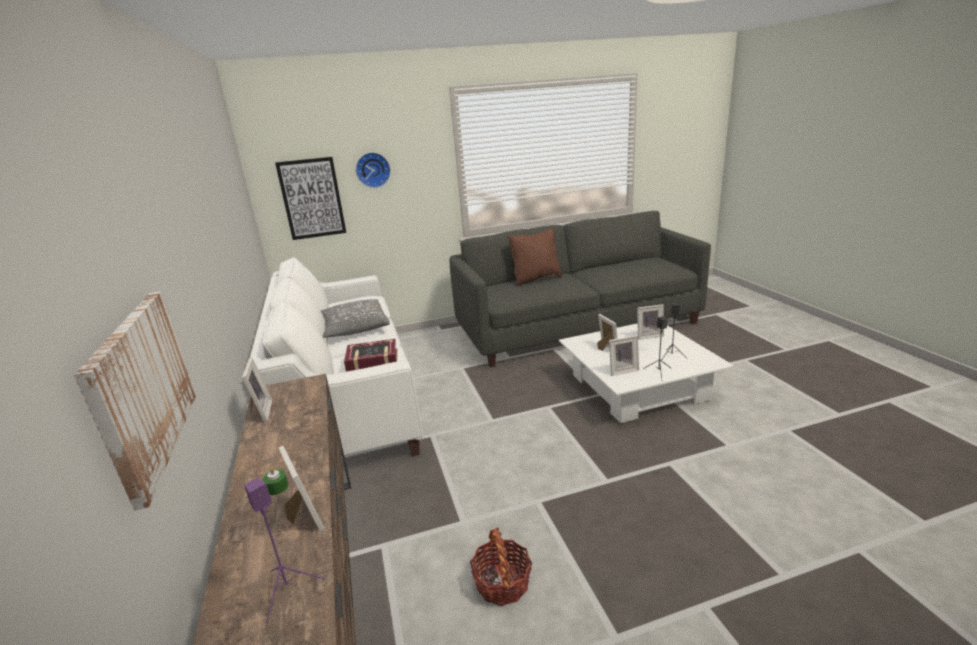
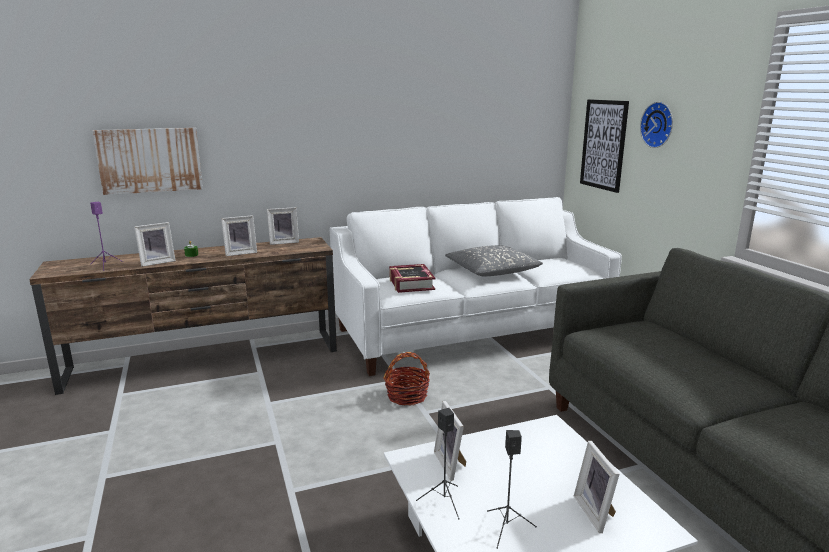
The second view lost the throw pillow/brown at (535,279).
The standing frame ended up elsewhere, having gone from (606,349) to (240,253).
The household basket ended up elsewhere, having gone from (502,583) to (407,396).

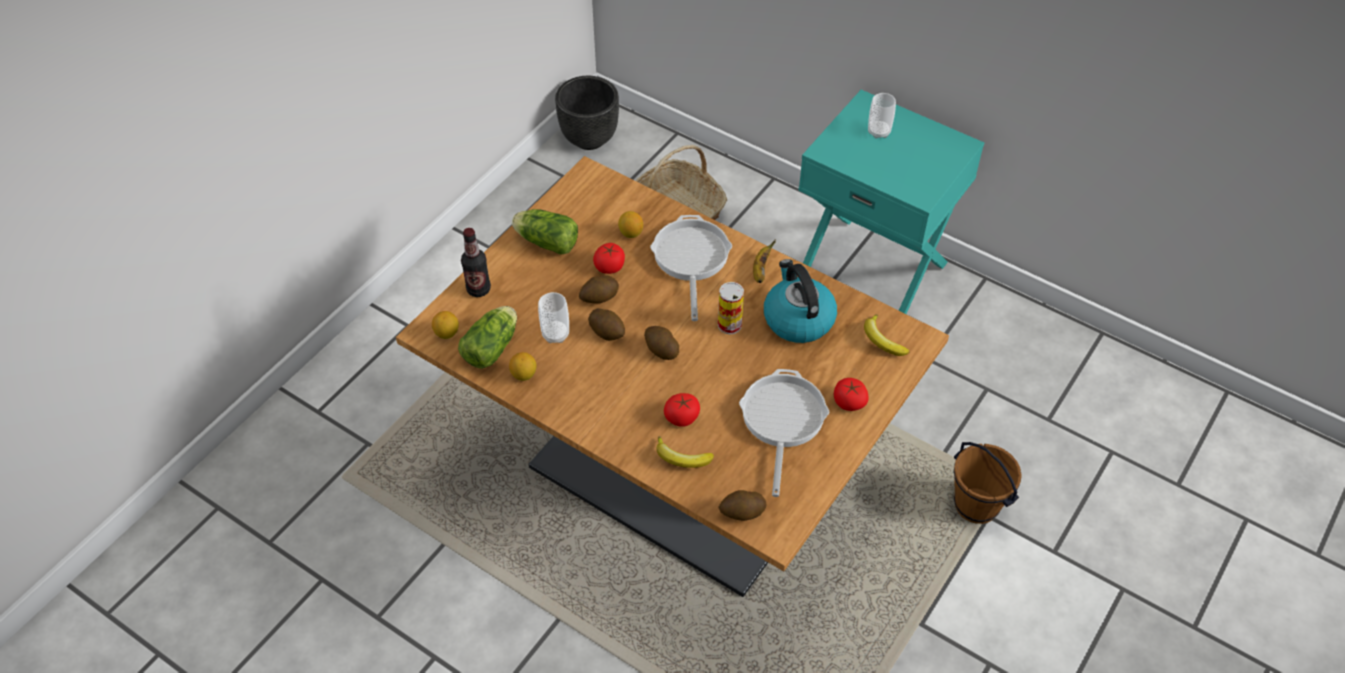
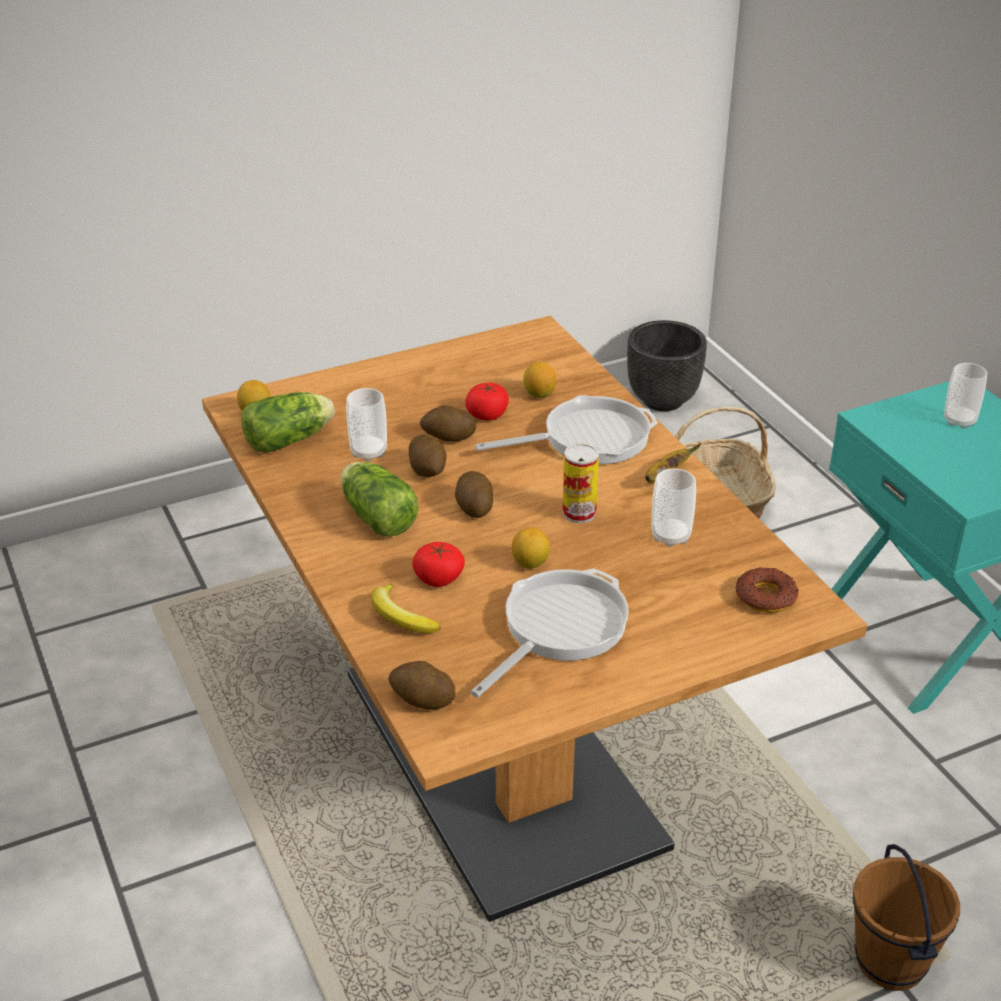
The lettuce head ended up elsewhere, having gone from (545,241) to (376,515).
The skillet at (690,259) ended up facing another way, 45 degrees clockwise from before.
The second view lost the bottle at (478,289).
Where the kettle stood at (797,319), the drinking cup came to stand at (670,536).
Where the banana stood at (882,340), the doughnut came to stand at (766,596).
The lemon ended up elsewhere, having gone from (524,375) to (530,563).
The second view lost the fresh tomato at (849,402).

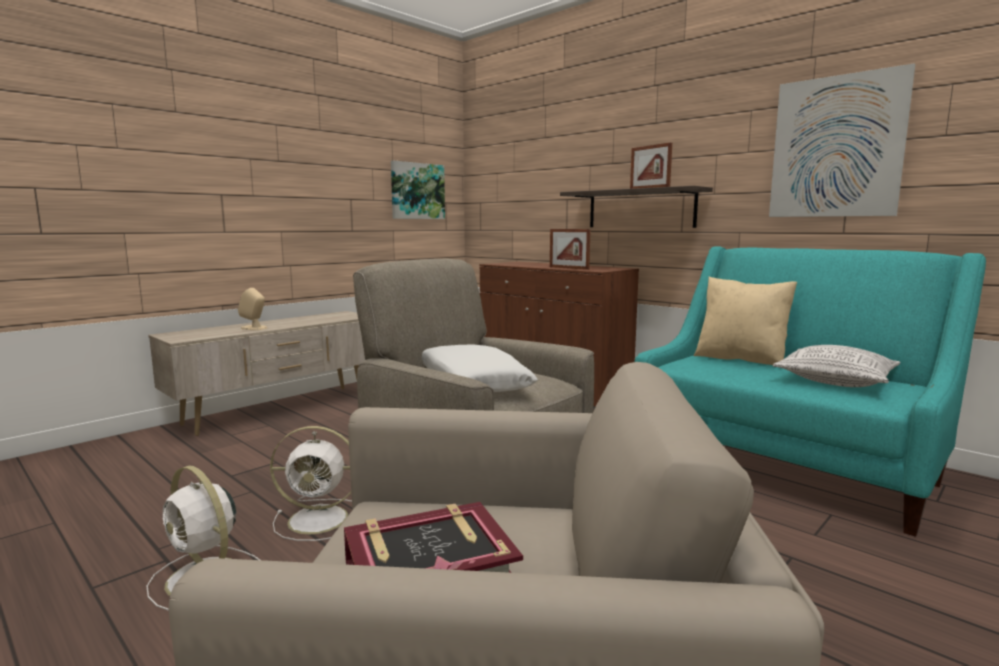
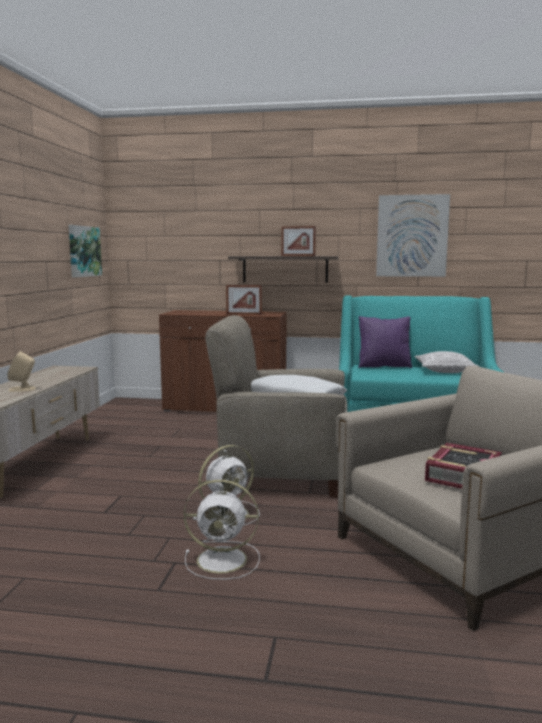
What was the throw pillow/beige-coloured at (741,359) turned into the throw pillow/purple-coloured at (383,366).

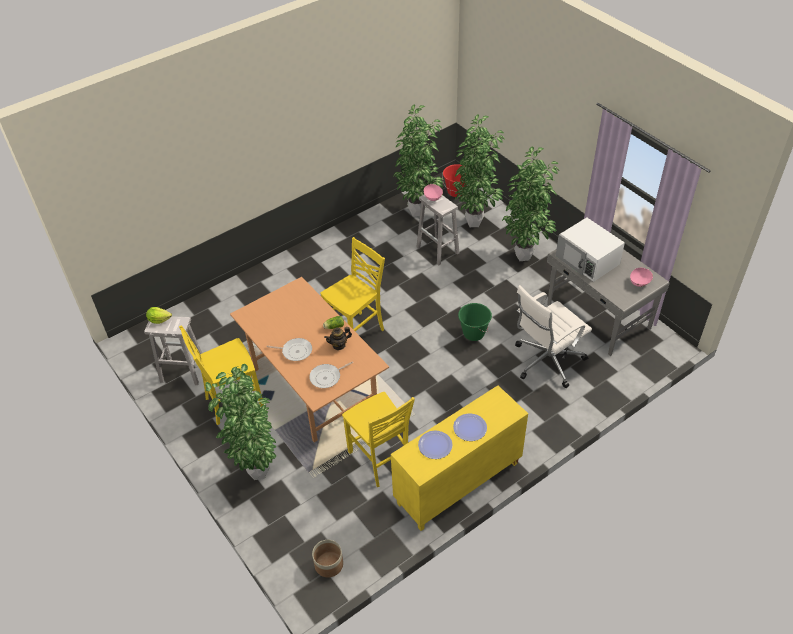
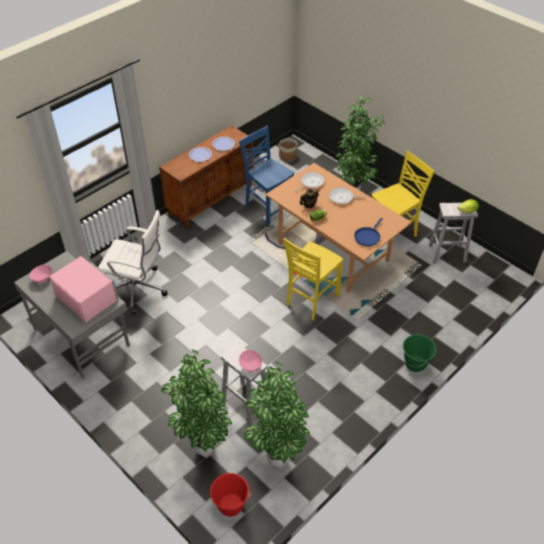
The second view lost the plant in a pot at (525,256).
What was the kitchen microwave/whitish at (588,260) turned into the kitchen microwave/pink at (86,297).
The desk chair/whitish at (546,361) ended up facing another way, 60 degrees clockwise from before.
The pail/green-coloured ended up elsewhere, having gone from (473,333) to (415,364).
What was the cabinet/yellow at (458,484) turned into the cabinet/brown at (211,200).
What was the chair/yellow at (380,460) turned into the chair/blue at (267,208).
The second view gained the skillet/blue at (368,236).

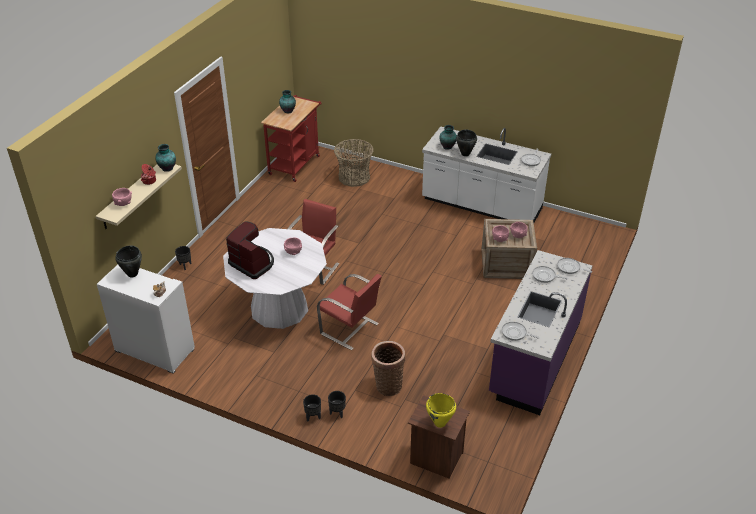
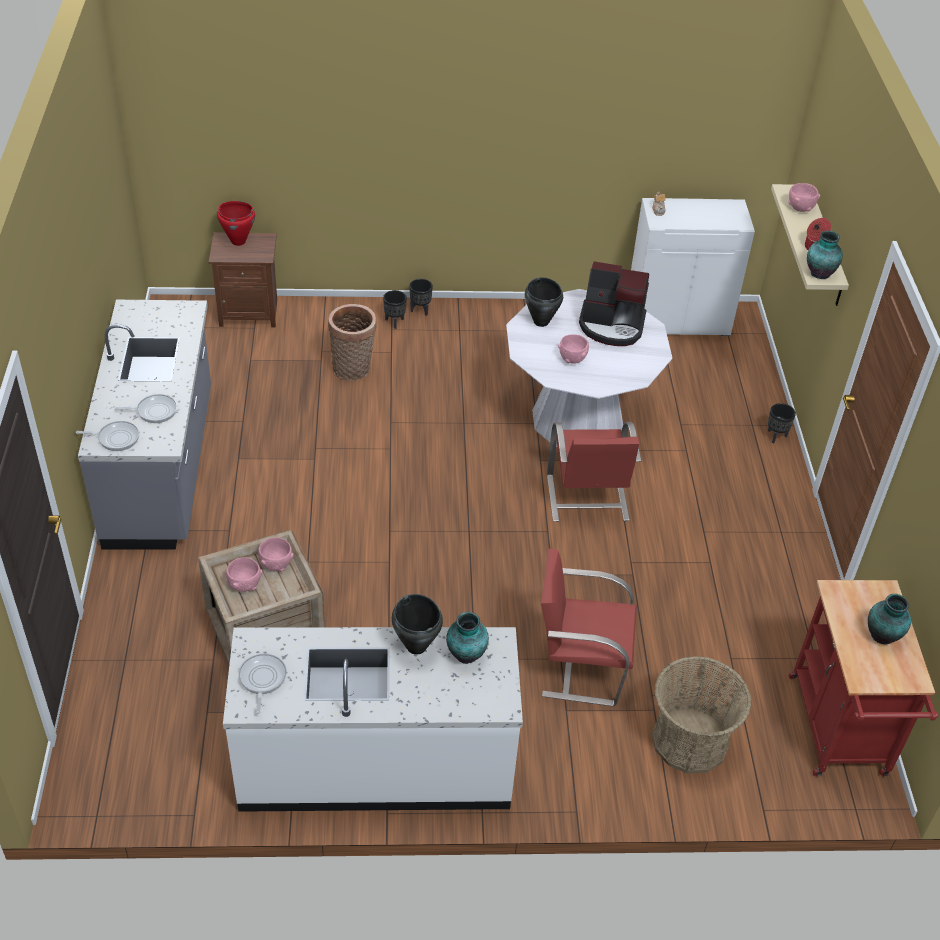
The cooking pot/black-coloured ended up elsewhere, having gone from (132,274) to (541,321).
What was the kitchen base unit/purple-coloured at (534,358) turned into the kitchen base unit/grey at (162,467).
The chair/red ended up elsewhere, having gone from (350,329) to (580,666).
The second view lost the skillet at (515,333).
What was the cooking pot/yellow at (440,423) turned into the cooking pot/red at (238,241).

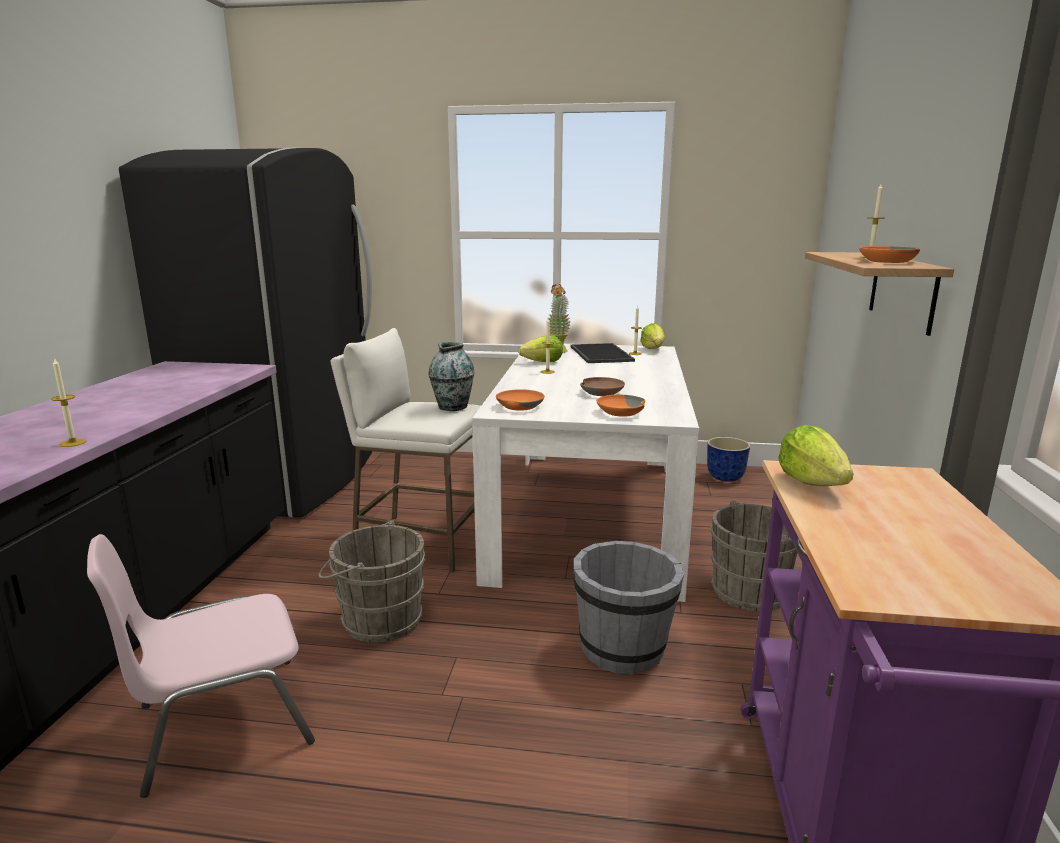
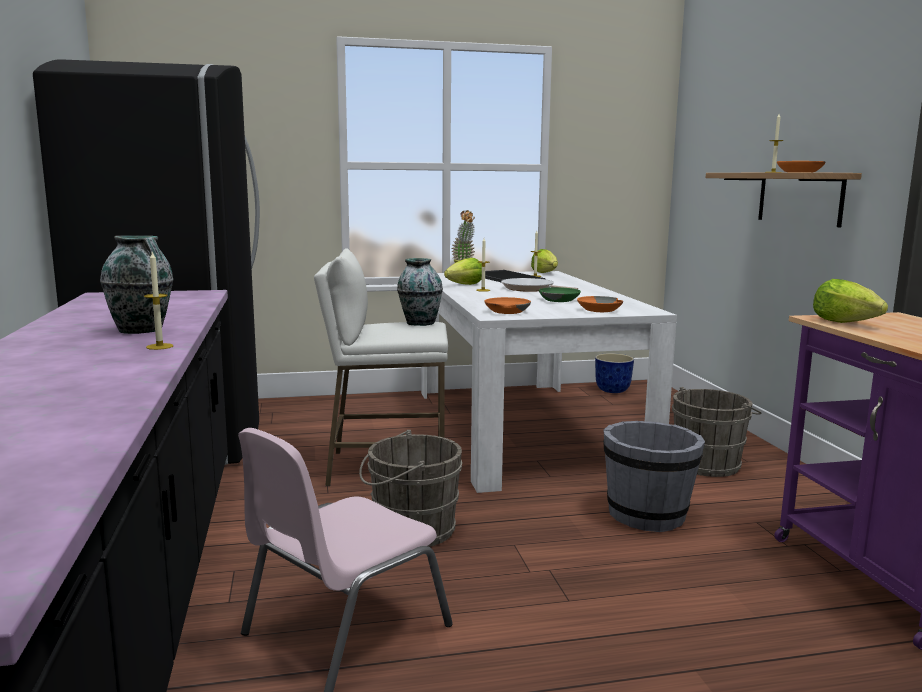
What was the serving bowl/brown at (602,392) turned into the serving bowl/green-coloured at (559,300).
The second view gained the flower vase at (142,330).
The second view gained the skillet at (530,289).

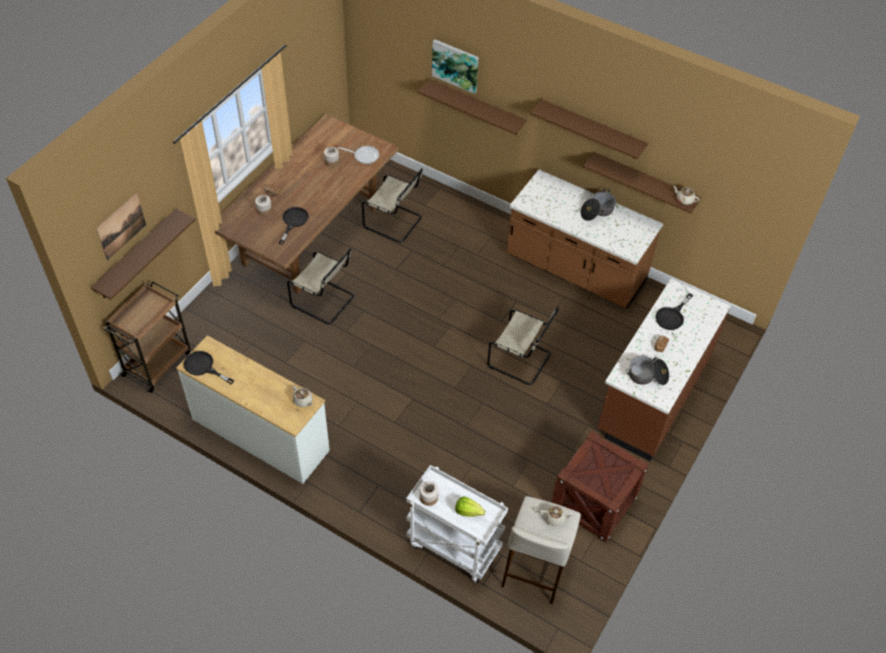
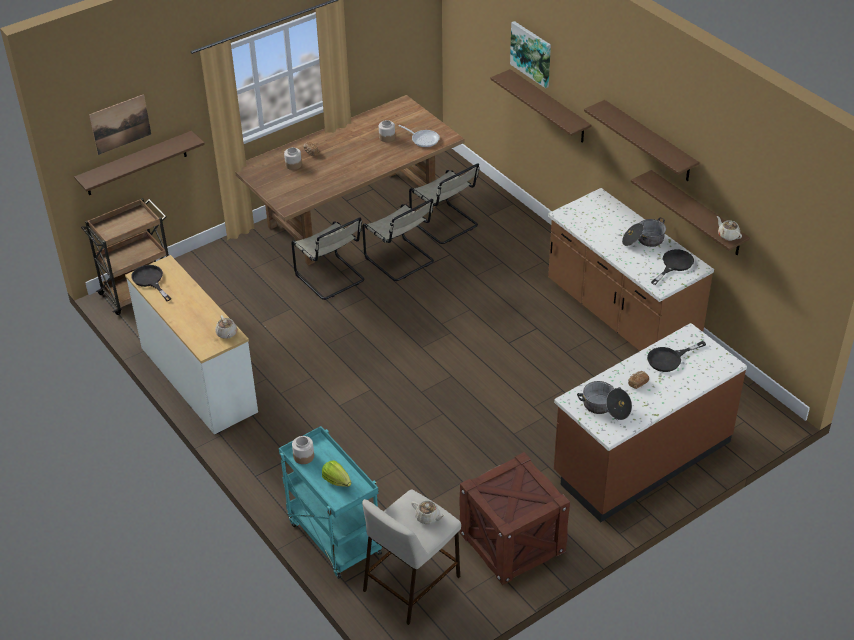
The skillet/black-coloured ended up elsewhere, having gone from (293,222) to (674,265).
The chair/beige-coloured ended up elsewhere, having gone from (521,360) to (401,261).
What was the wheeled cart/whitish at (452,547) turned into the wheeled cart/turquoise at (333,537).

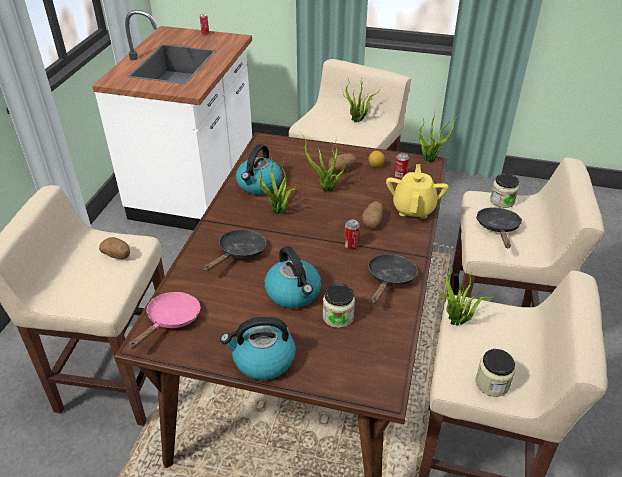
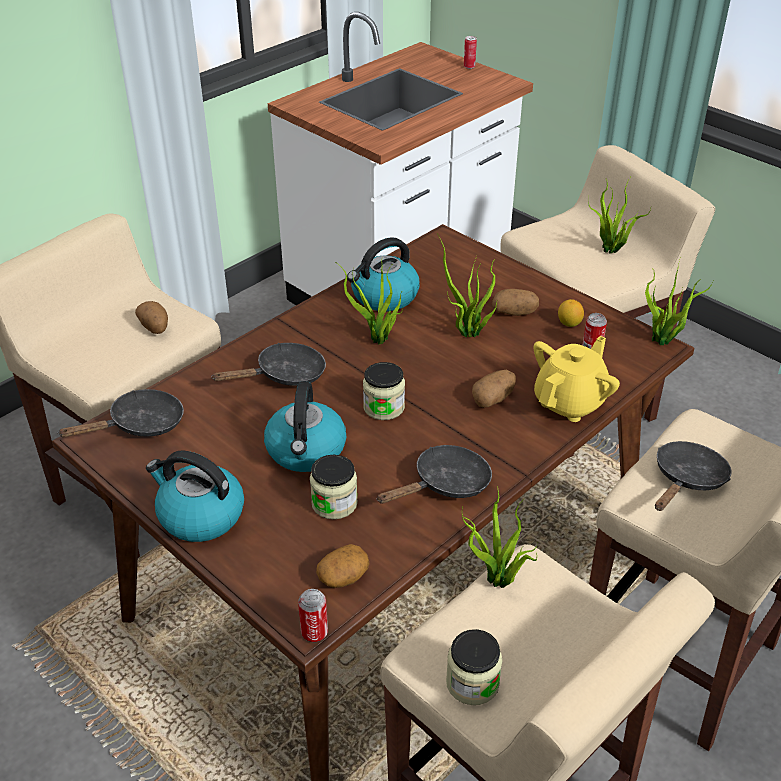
The jar ended up elsewhere, having gone from (502,201) to (384,407).
The can ended up elsewhere, having gone from (351,246) to (314,632).
What was the skillet/pink at (171,320) turned into the skillet/black-coloured at (140,425).
The second view gained the potato at (343,577).

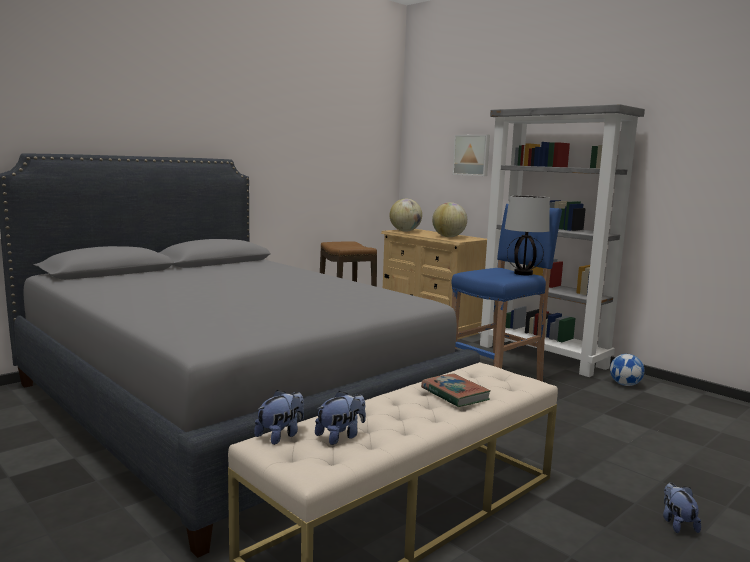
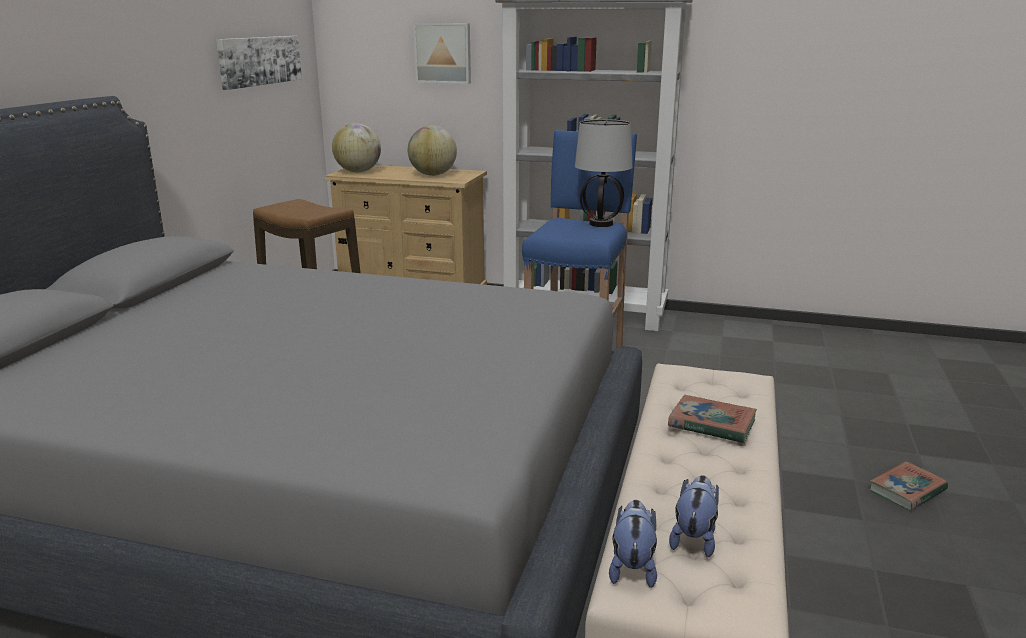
The second view lost the football ball at (625,385).
Where the plush toy stood at (677,523), the volume came to stand at (907,490).
The second view gained the wall art at (259,61).

